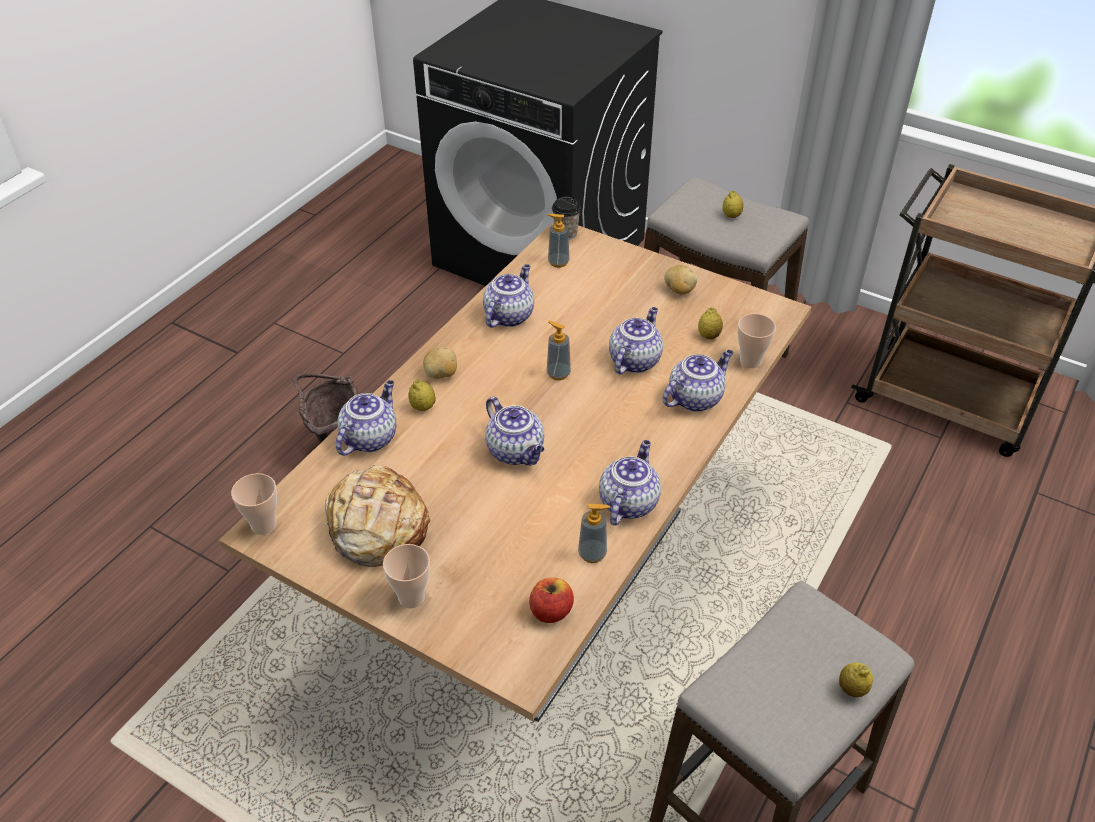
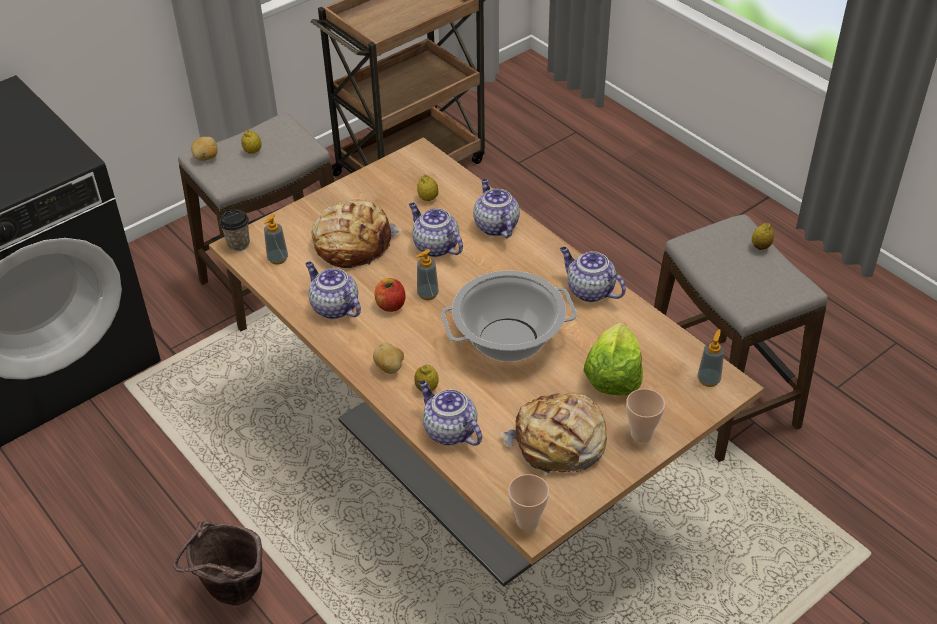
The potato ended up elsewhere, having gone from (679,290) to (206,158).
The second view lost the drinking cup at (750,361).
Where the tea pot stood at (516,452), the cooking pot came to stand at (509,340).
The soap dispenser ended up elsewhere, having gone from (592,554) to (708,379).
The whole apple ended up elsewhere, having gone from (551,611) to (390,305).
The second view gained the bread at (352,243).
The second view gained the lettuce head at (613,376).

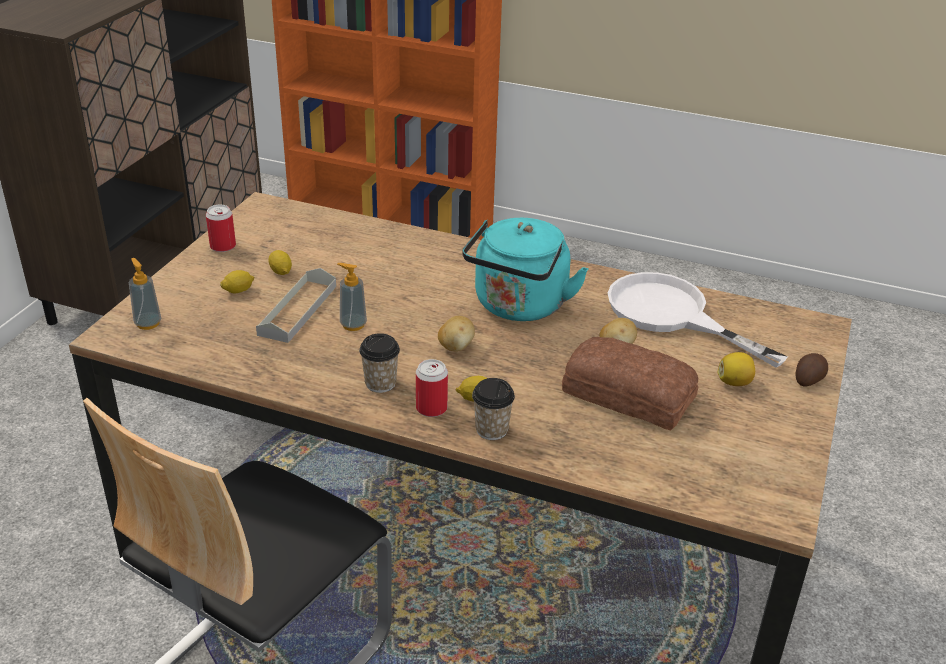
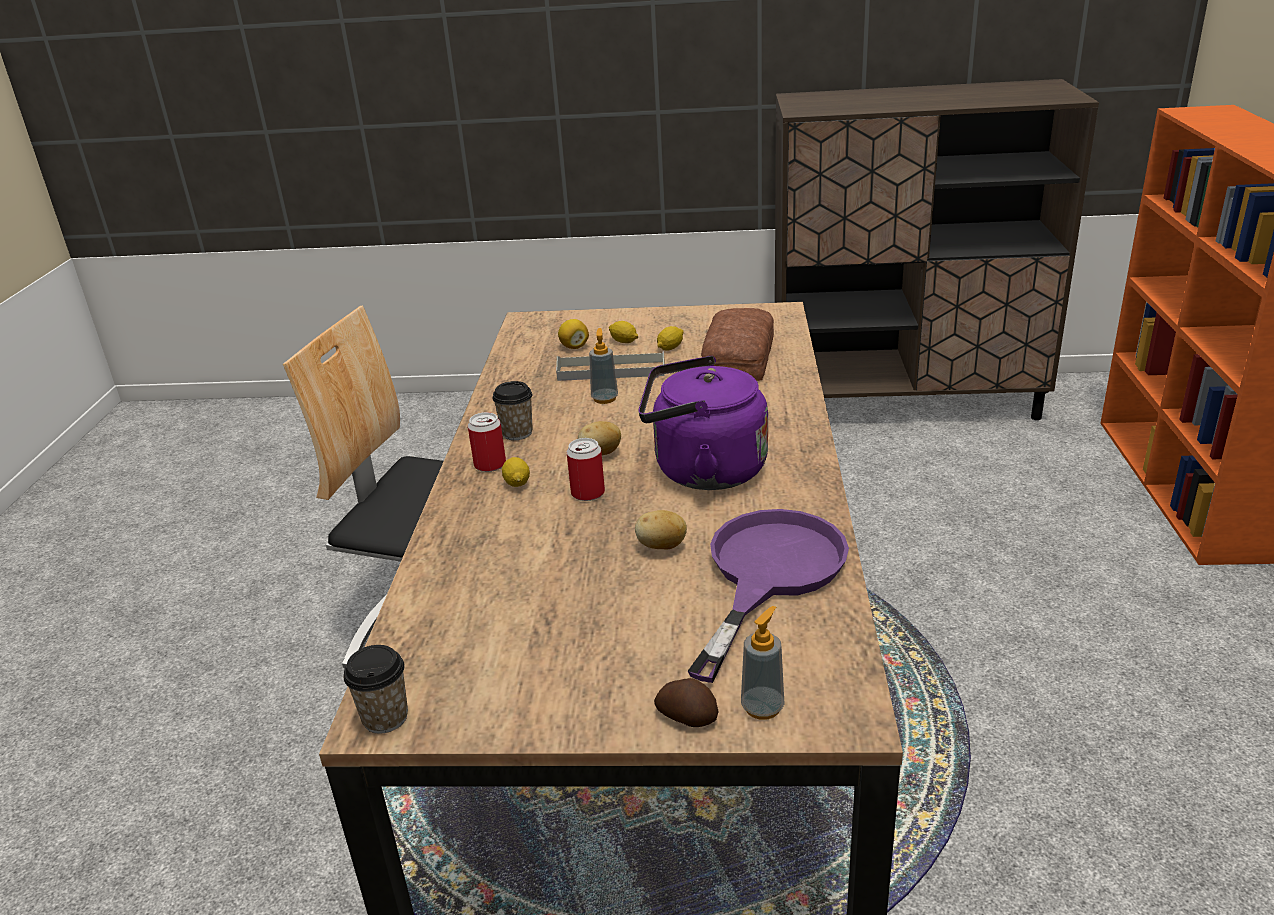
The can ended up elsewhere, having gone from (223,246) to (588,493).
What was the kettle/turquoise at (519,307) turned into the kettle/purple-coloured at (702,470).
The soap dispenser ended up elsewhere, having gone from (148,323) to (762,707).
What was the skillet/whitish at (671,315) turned into the skillet/purple-coloured at (768,574).
The bread ended up elsewhere, having gone from (628,393) to (741,357).
The lemon ended up elsewhere, having gone from (734,382) to (574,347).
The drinking cup ended up elsewhere, having gone from (491,430) to (385,718).

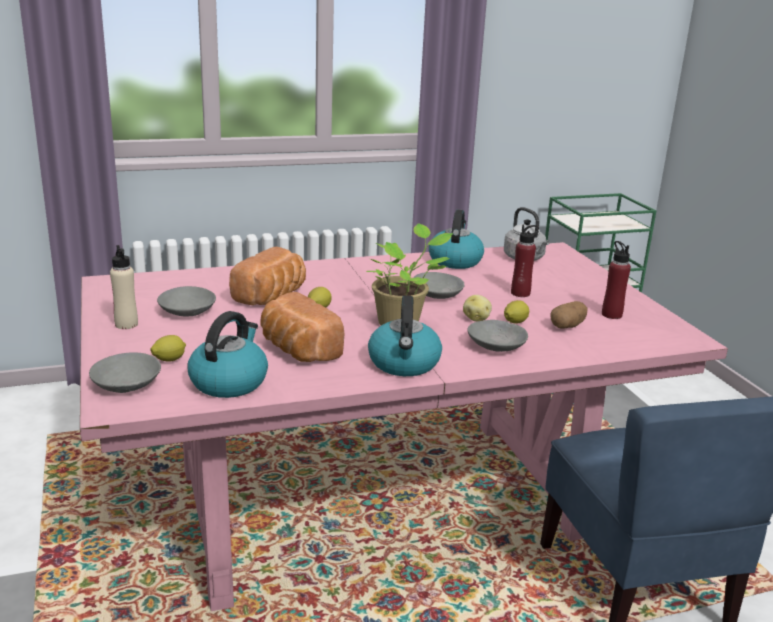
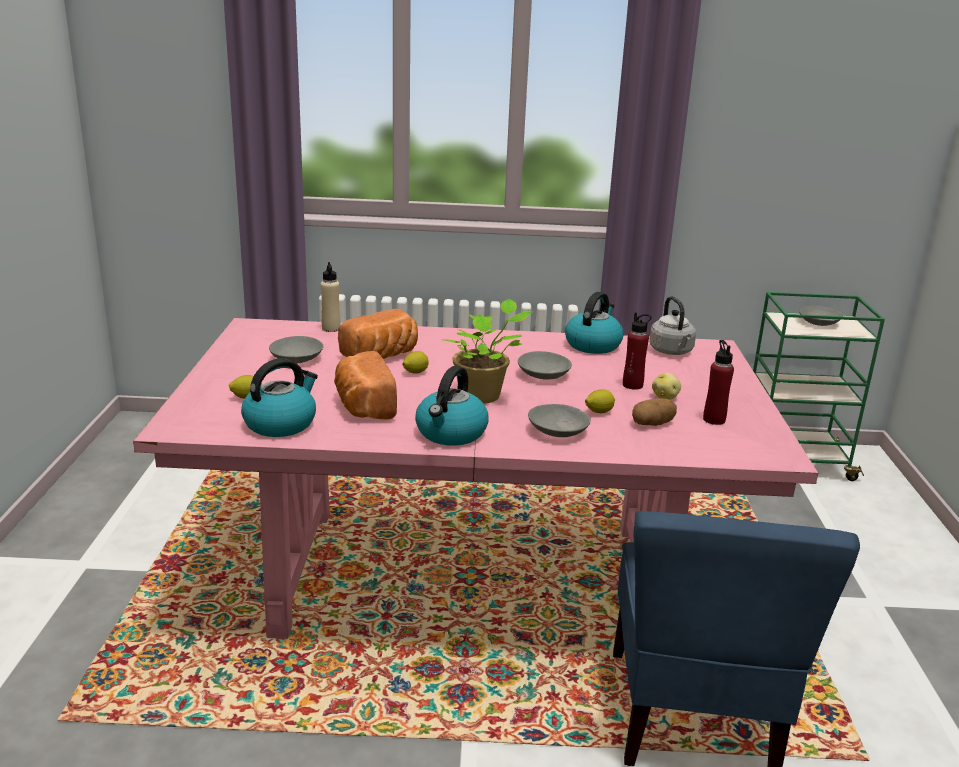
The bottle/beige-coloured ended up elsewhere, having gone from (126,324) to (331,329).
The potato ended up elsewhere, having gone from (476,319) to (665,397).
The serving bowl/grey ended up elsewhere, having gone from (126,385) to (818,323).

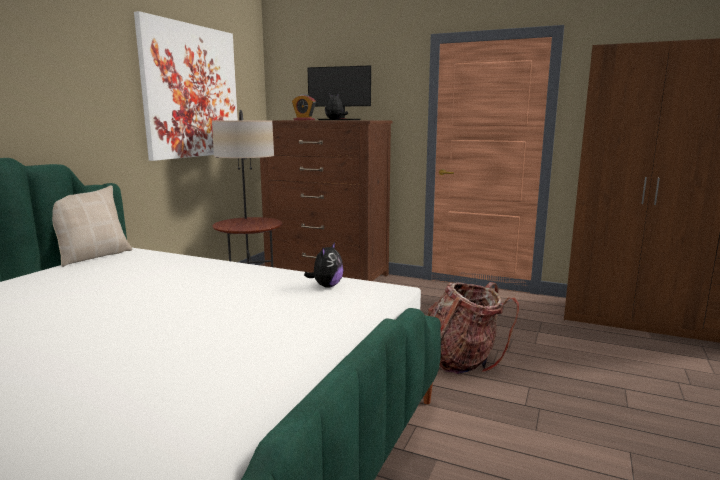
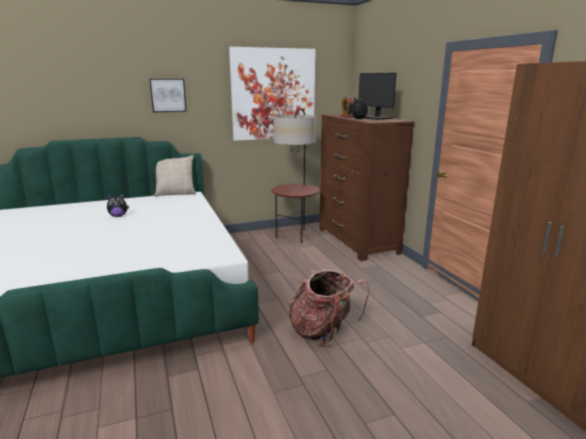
The plush toy ended up elsewhere, having gone from (326,286) to (118,216).
The second view gained the wall art at (168,95).

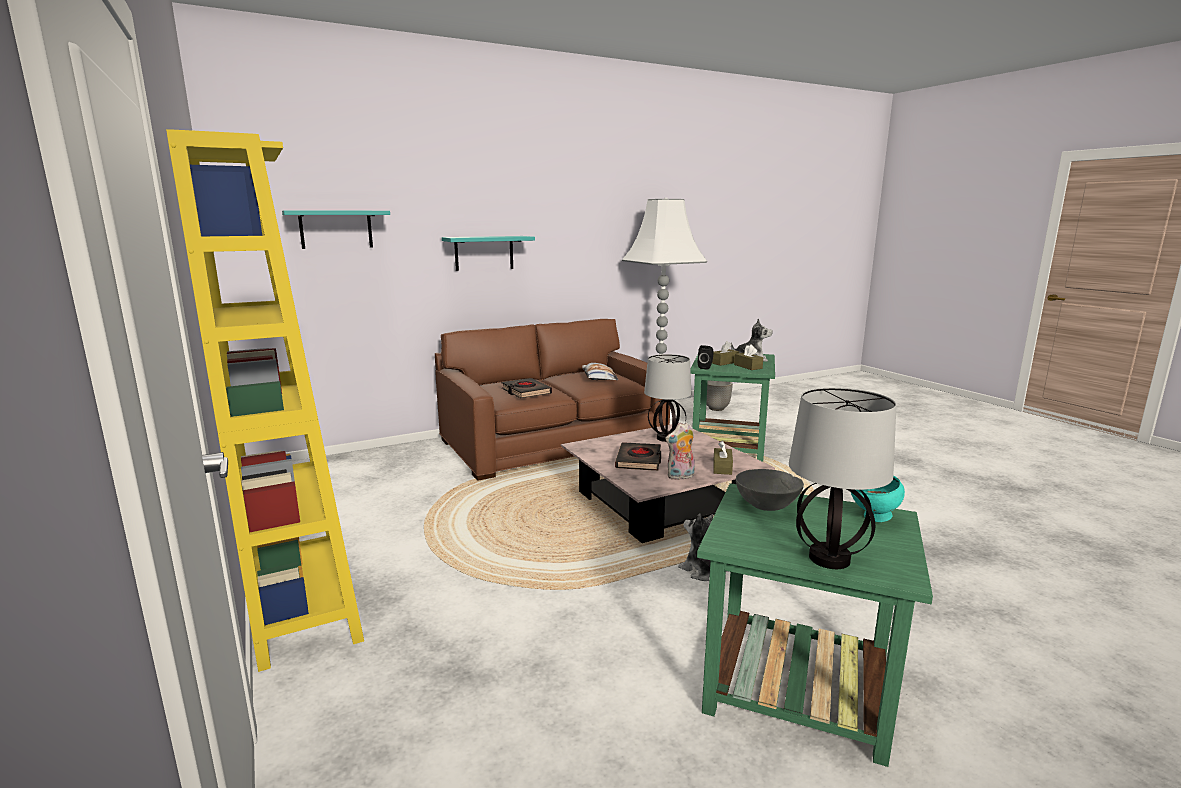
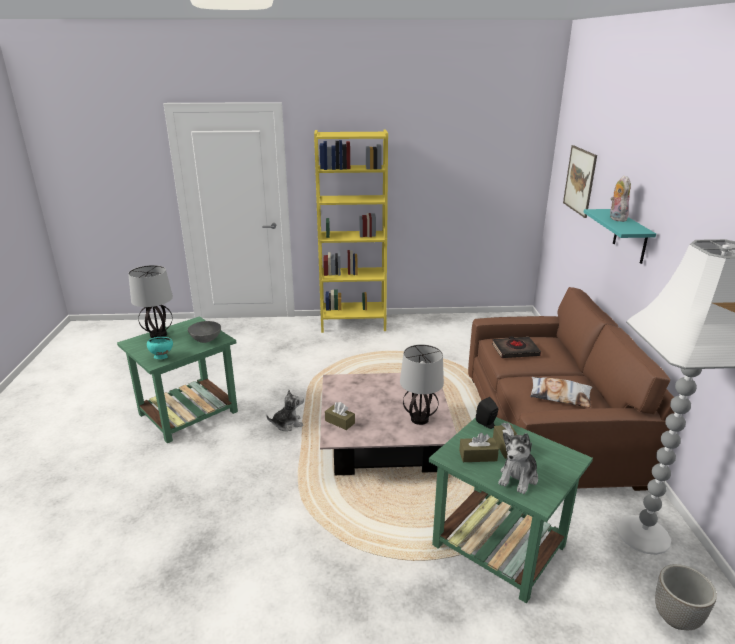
Where the shelf/turquoise hung at (336,229), the wall art came to hang at (579,180).
The plush toy ended up elsewhere, having gone from (680,477) to (616,218).
The second view lost the volume/black-coloured at (639,460).

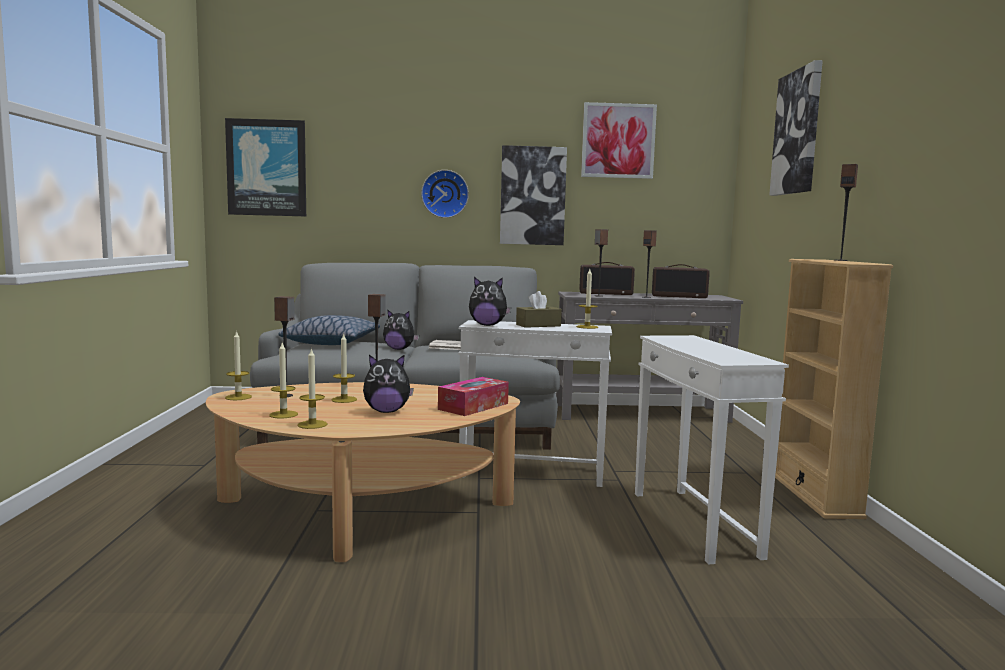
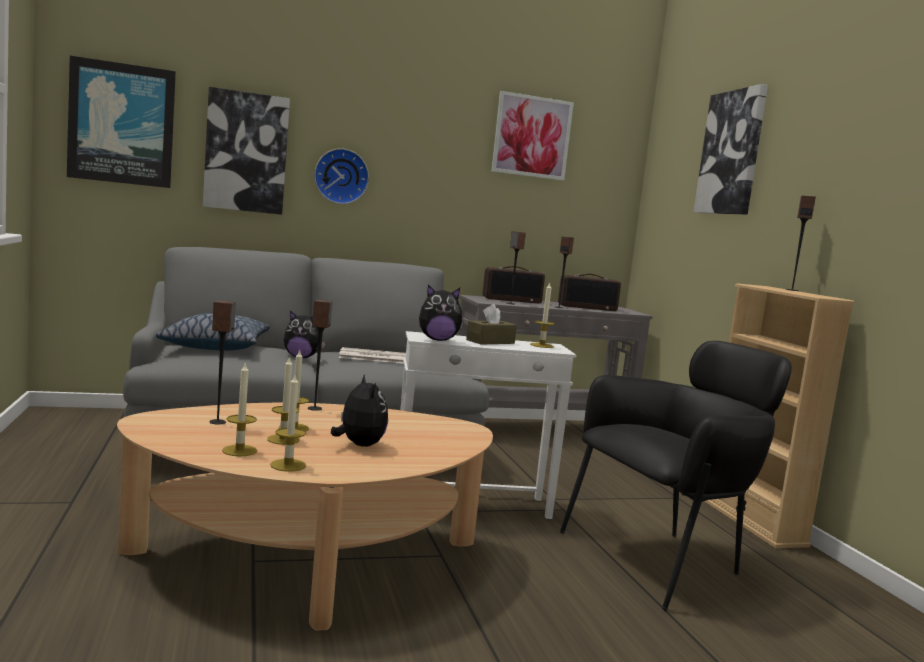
The wall art ended up elsewhere, having gone from (532,196) to (246,152).
The wax light ended up elsewhere, having gone from (238,397) to (283,439).
Where the accent table/whitish stood at (693,523), the lounge chair/black-coloured came to stand at (663,559).
The plush toy at (387,411) ended up facing another way, 90 degrees counterclockwise from before.
The second view lost the tissue box at (473,406).

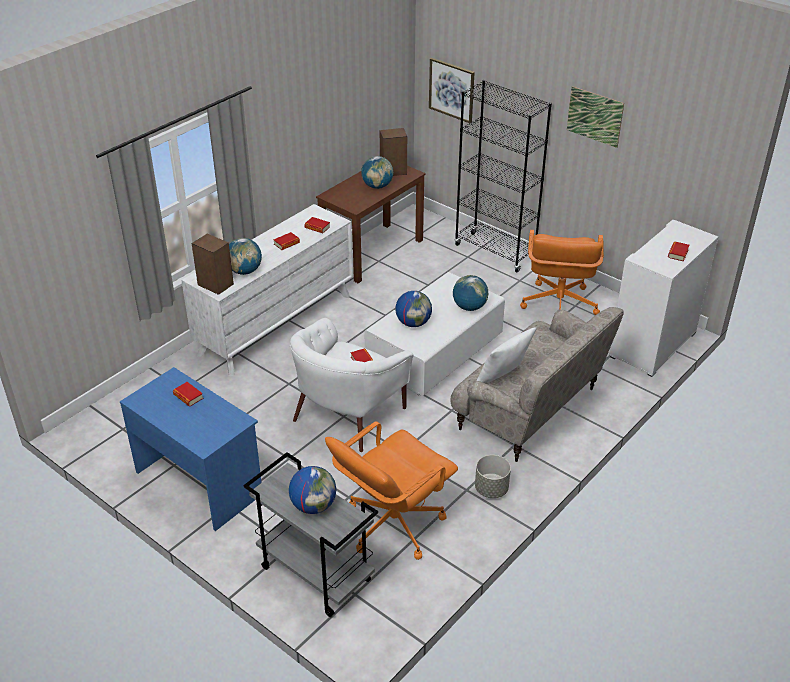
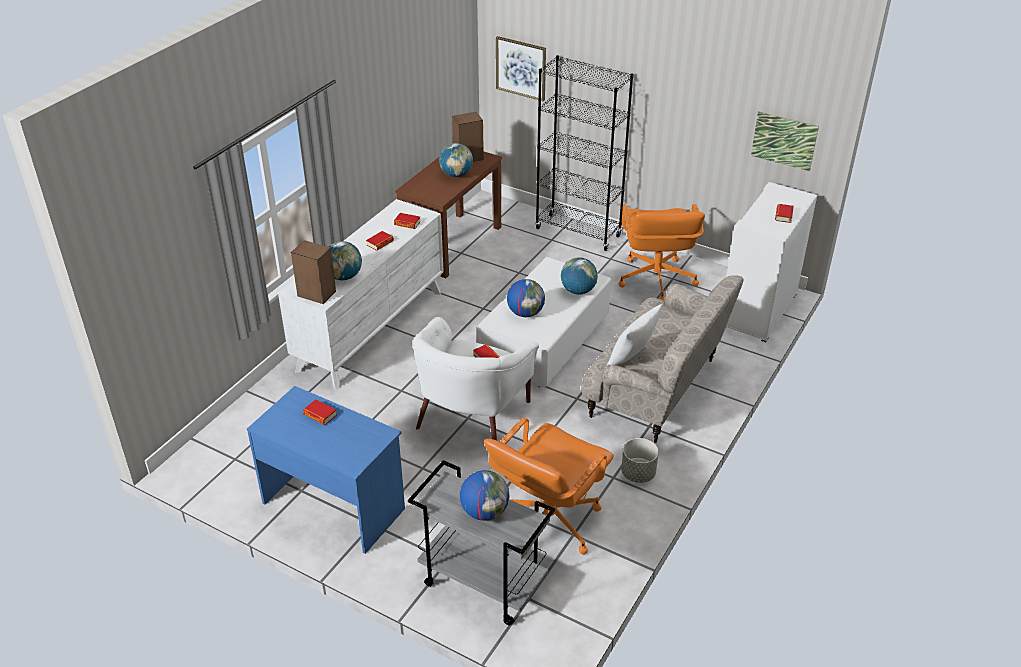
The wall art ended up elsewhere, having gone from (594,116) to (784,140).

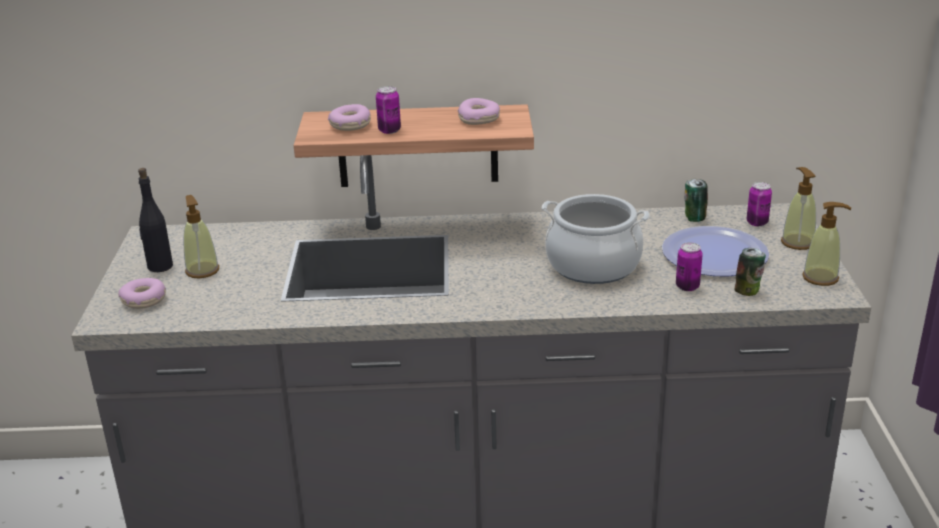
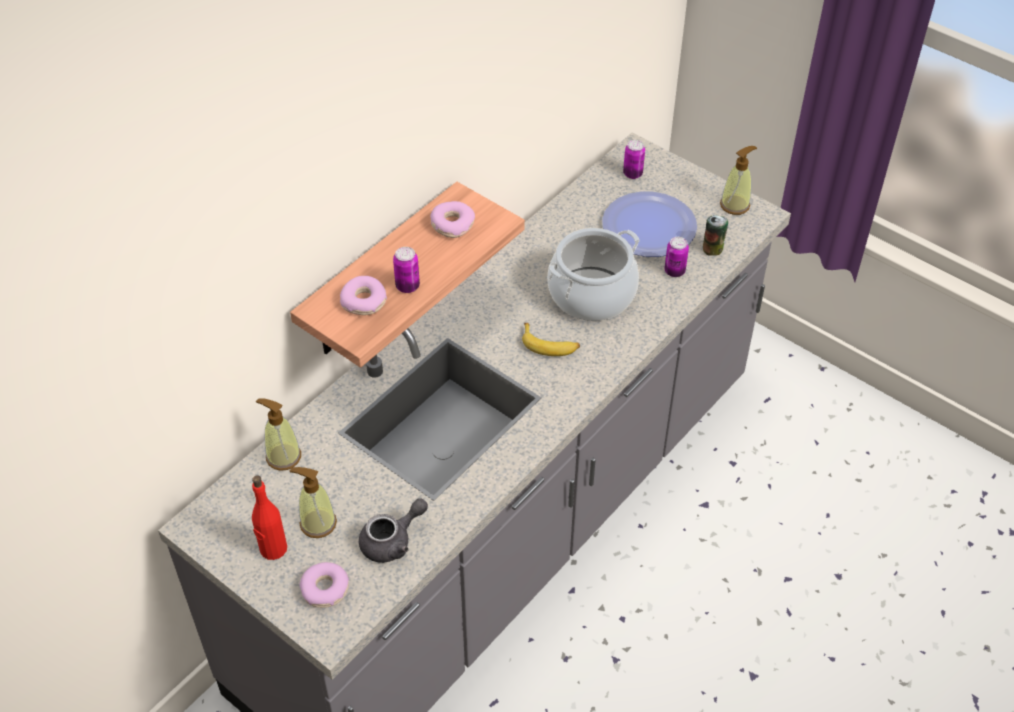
The soap dispenser ended up elsewhere, having gone from (797,242) to (283,457).
What was the bottle/black-coloured at (160,266) turned into the bottle/red at (273,549).
The second view lost the can at (694,218).
The second view gained the banana at (550,345).
The second view gained the tea pot/grey at (392,541).

